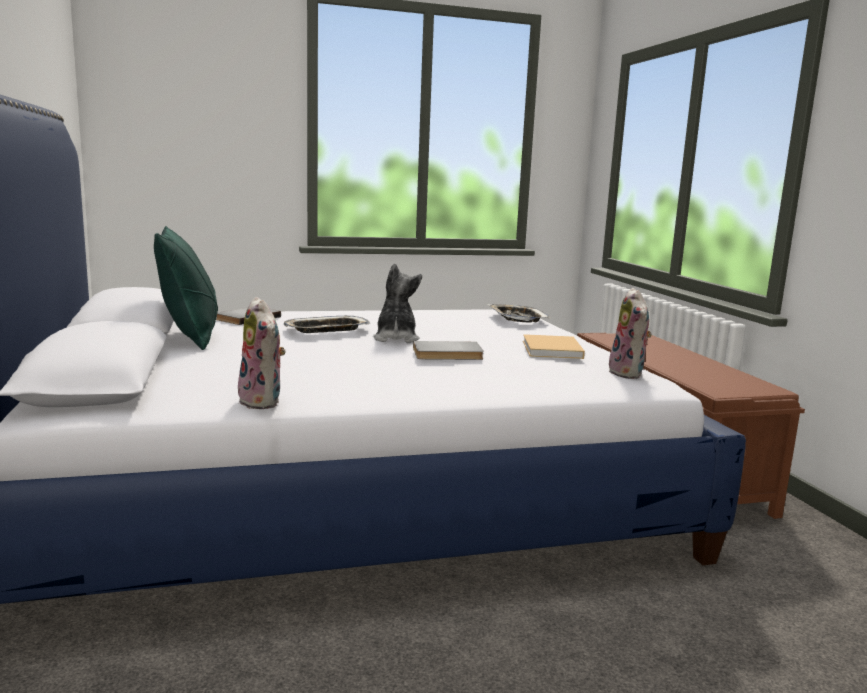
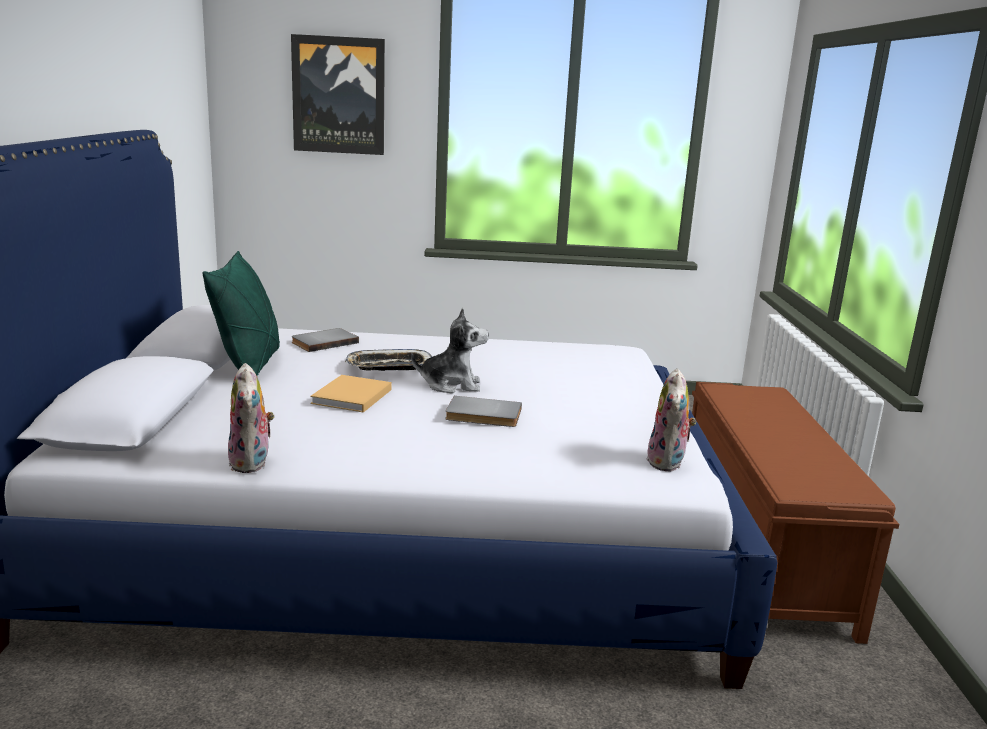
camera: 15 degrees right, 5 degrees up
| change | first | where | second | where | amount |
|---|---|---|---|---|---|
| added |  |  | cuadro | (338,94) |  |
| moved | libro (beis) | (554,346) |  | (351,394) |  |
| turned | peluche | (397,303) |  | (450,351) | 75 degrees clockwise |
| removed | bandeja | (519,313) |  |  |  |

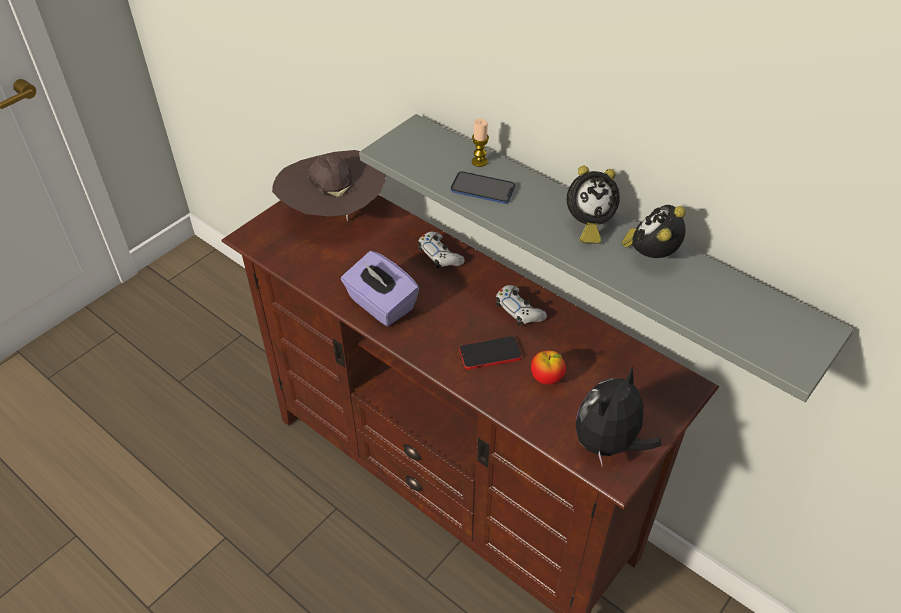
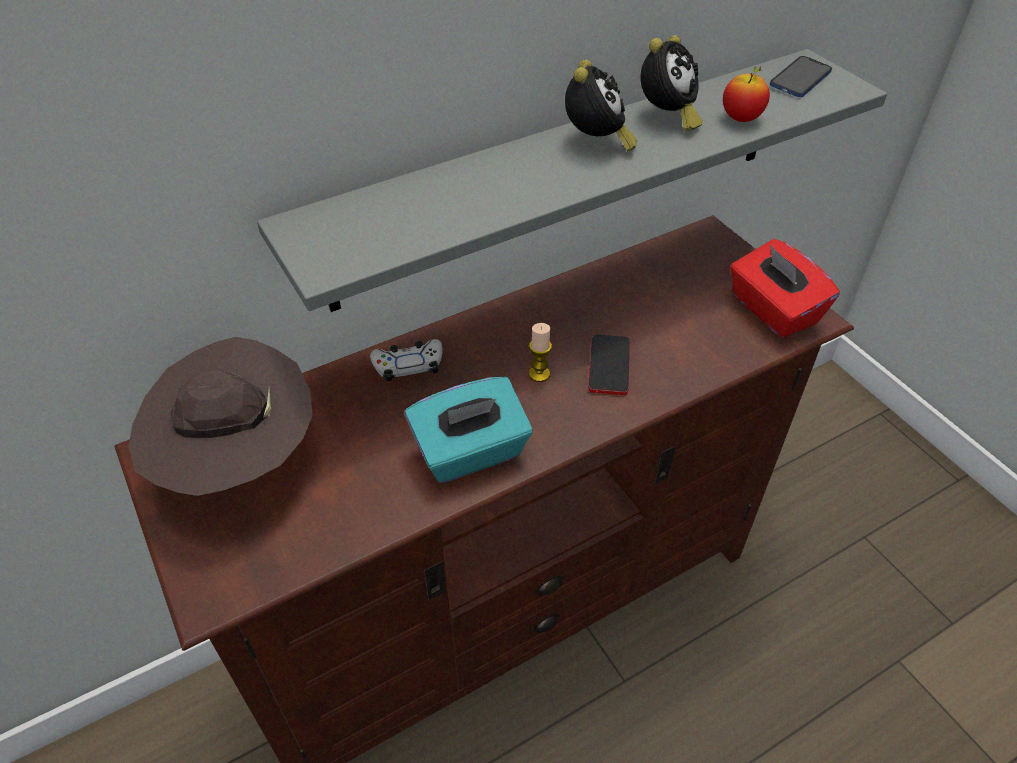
camera: 70 degrees left, 0 degrees up
| change | first | where | second | where | amount |
|---|---|---|---|---|---|
| recoloured | caja de pañuelos (morado) | (380,288) | caja de pañuelos (turquesa) | (469,430) |  |
| moved | vela | (480,143) |  | (540,352) |  |
| turned | despertador | (654,231) |  | (671,83) | 105 degrees counterclockwise |
| moved | manzana | (548,367) |  | (746,93) |  |
| replaced | peluche | (619,417) | caja de pañuelos (rojo) | (785,288) |  |
| moved | móvil | (483,187) |  | (801,76) |  |
| removed | mando de consola (blanco) | (521,305) |  |  |  |

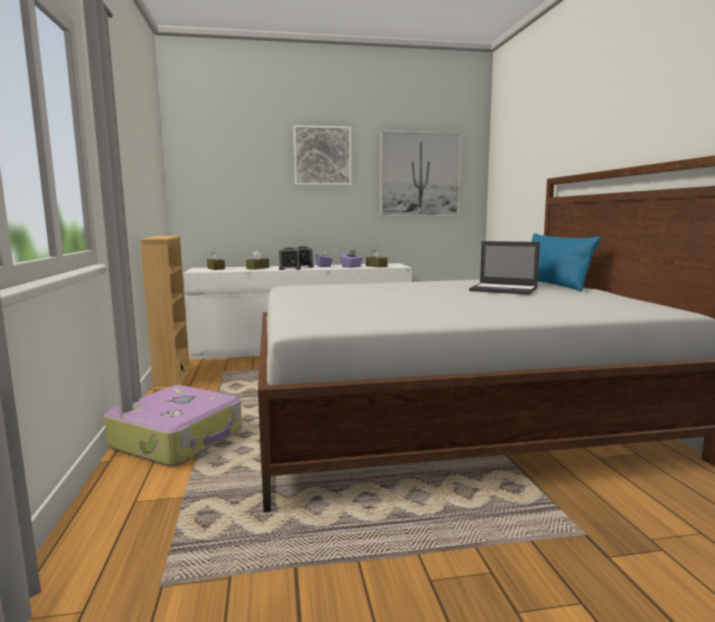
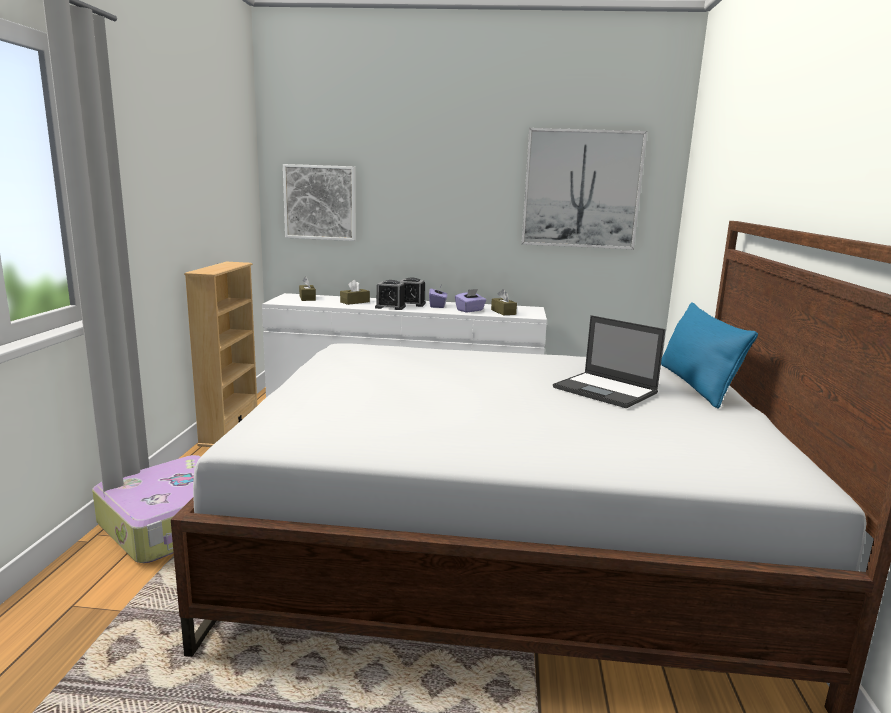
camera: 15 degrees right, 5 degrees up
| change | first | where | second | where | amount |
|---|---|---|---|---|---|
| moved | cuadro | (322,155) |  | (319,202) |  |

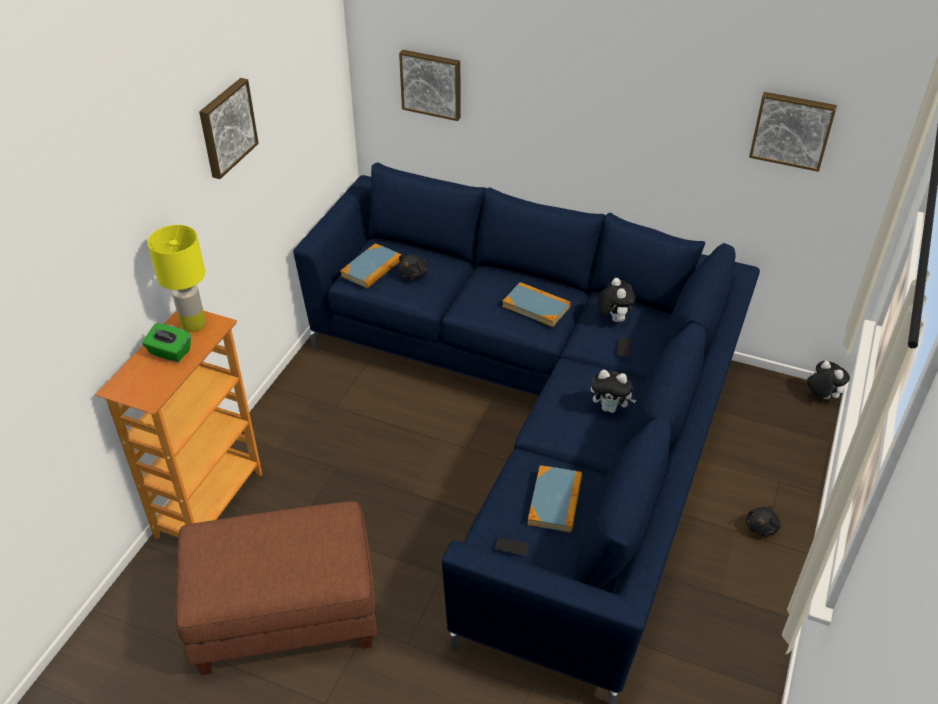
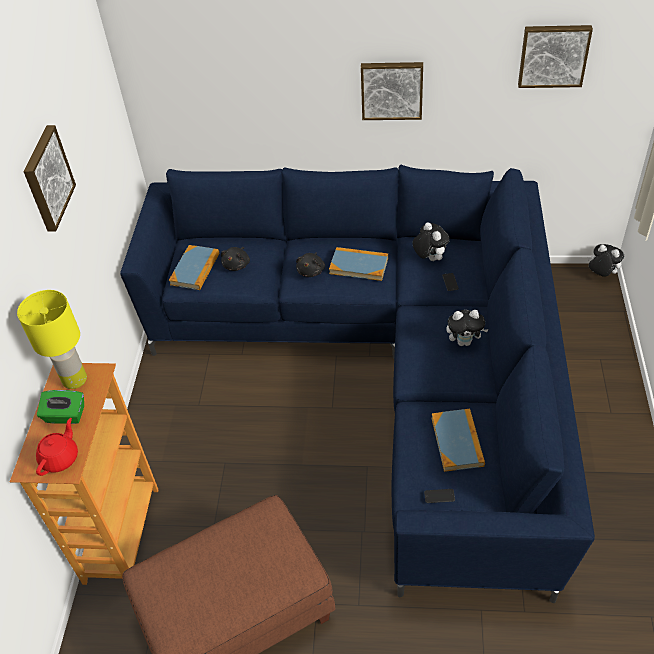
camera: 15 degrees left, 5 degrees up
| change | first | where | second | where | amount |
|---|---|---|---|---|---|
| added |  |  | tetera (rojo) | (57,447) |  |
| moved | peluche (negro) | (763,521) |  | (310,264) |  |
| moved | cuadro | (430,85) |  | (392,91) |  |

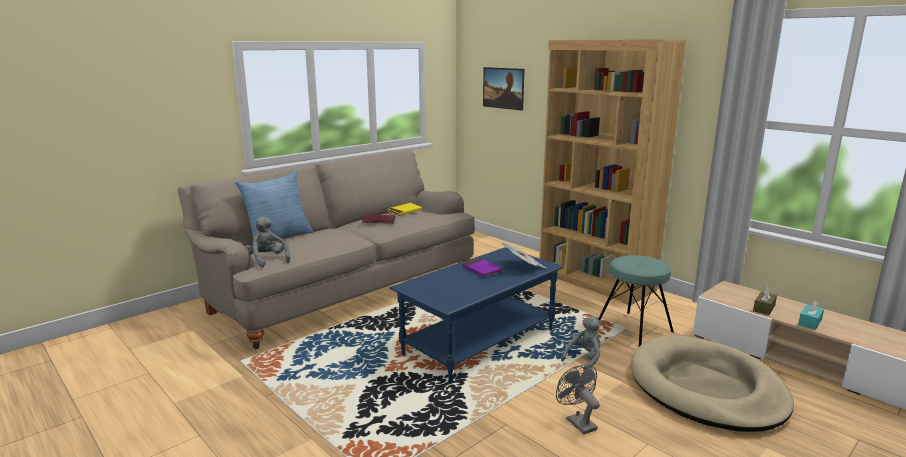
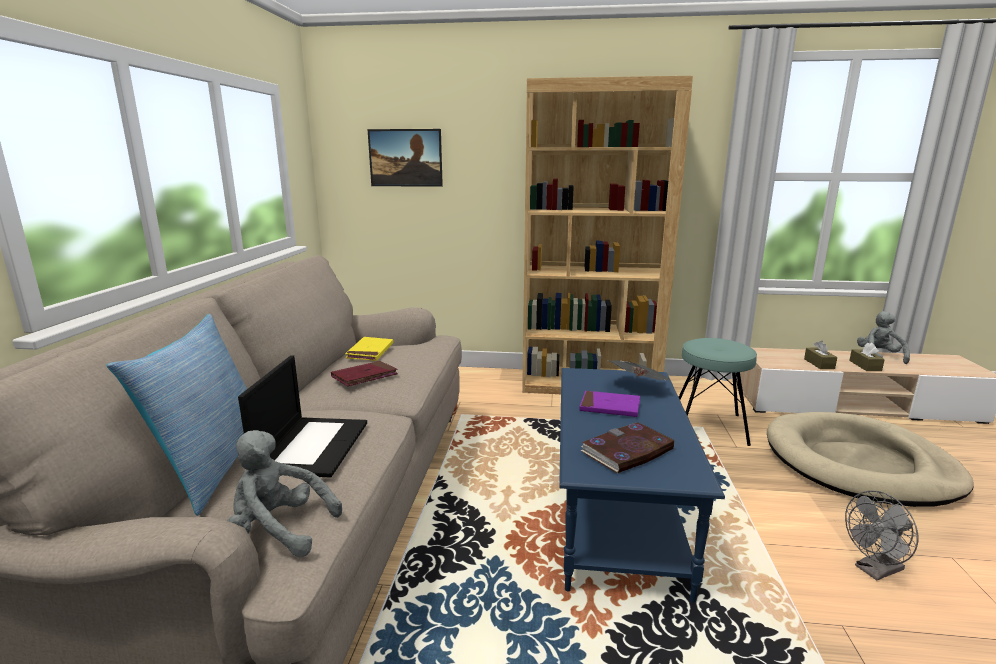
camera: 40 degrees left, 0 degrees up
| change | first | where | second | where | amount |
|---|---|---|---|---|---|
| added |  |  | portátil | (302,416) |  |
| added |  |  | libro | (627,447) |  |
| turned | ventilador (gris) | (578,399) |  | (881,535) | 45 degrees counterclockwise |
| recoloured | caja de pañuelos (turquesa) | (811,315) | caja de pañuelos (marrón) | (867,357) |  |
| moved | peluche (gris) | (581,342) |  | (883,337) |  |

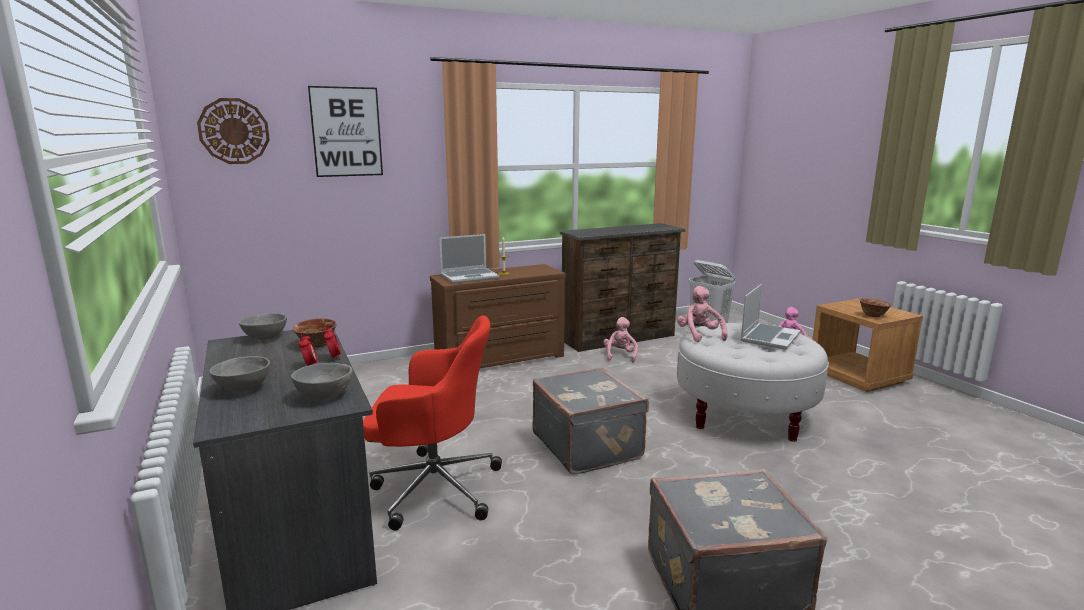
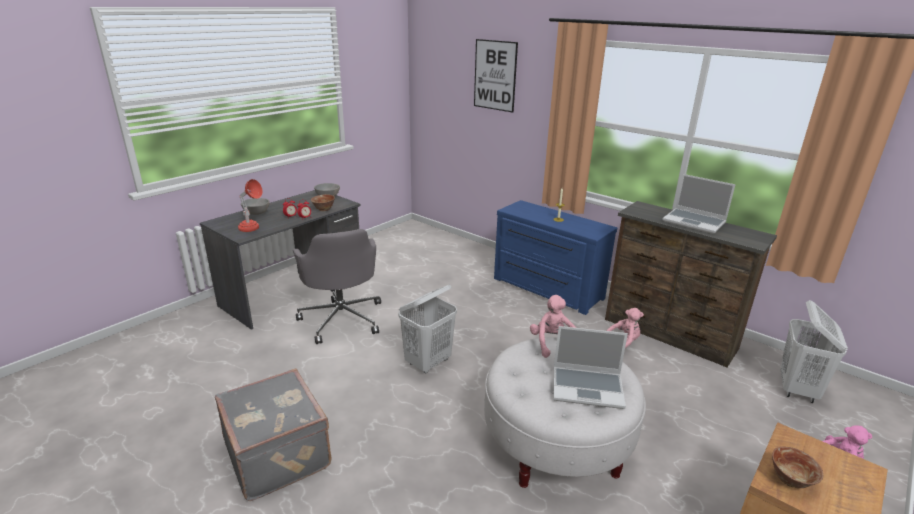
camera: 65 degrees right, 10 degrees up
| change | first | where | second | where | amount |
|---|---|---|---|---|---|
| replaced | cuenco (gris) | (322,381) | lámpara de mesa (rojo) | (250,205) |  |
| recoloured | silla de oficina (rojo) | (432,423) | silla de oficina (gris) | (337,286) |  |
| replaced | maleta (gris) | (591,420) | cesto de la ropa (blanco) | (428,329) |  |
| recoloured | cómoda (marrón) | (498,316) | cómoda (azul) | (555,257) |  |
| turned | peluche (rosa) | (702,314) |  | (553,326) | 60 degrees counterclockwise |
| moved | portátil | (469,258) |  | (699,204) |  |
| removed | reloj de pared | (233,131) |  |  |  |

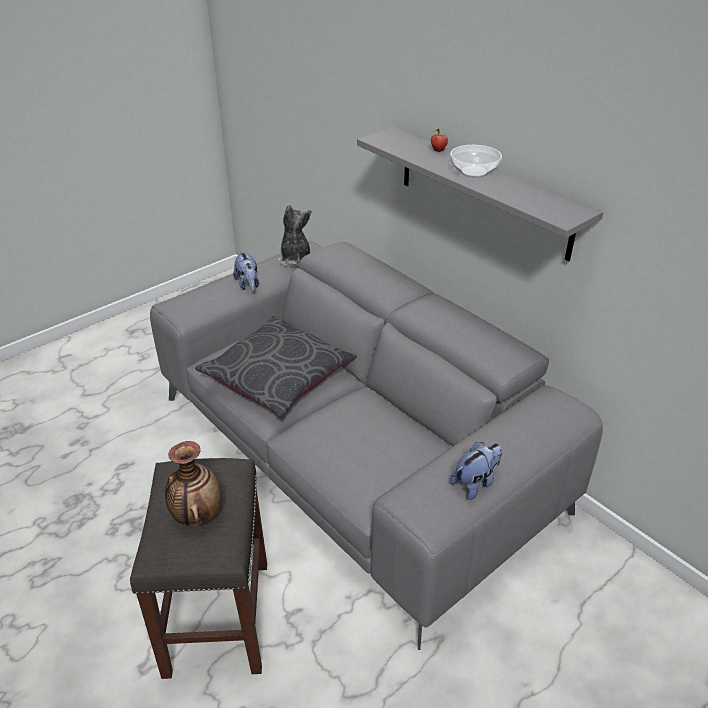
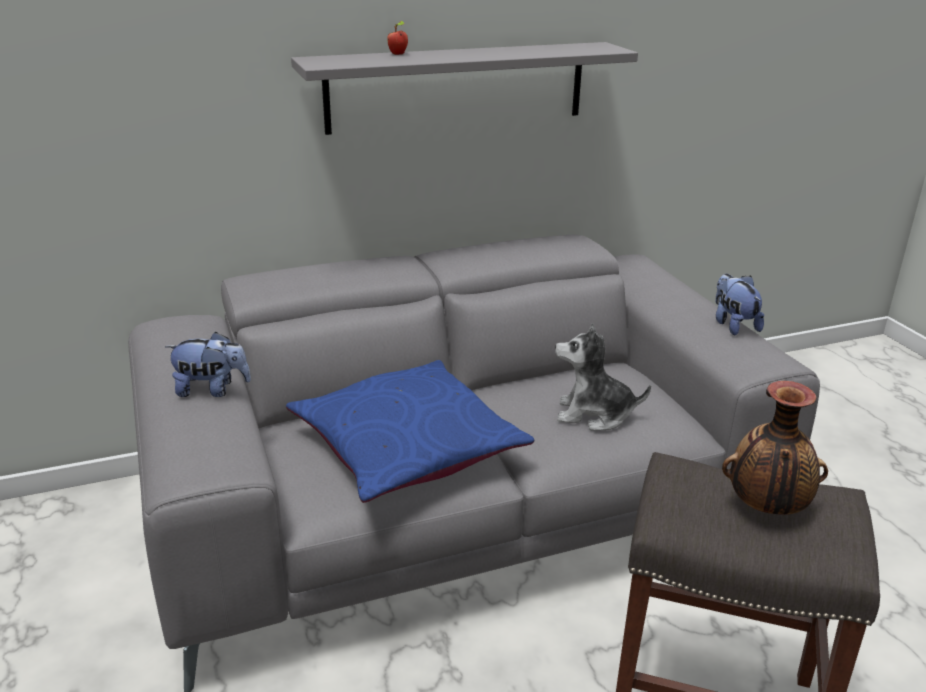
camera: 70 degrees left, 10 degrees down
| change | first | where | second | where | amount |
|---|---|---|---|---|---|
| recoloured | cojín (gris) | (276,367) | cojín (azul) | (410,431) |  |
| moved | peluche | (294,236) |  | (603,377) |  |
| removed | cuenco | (476,161) |  |  |  |

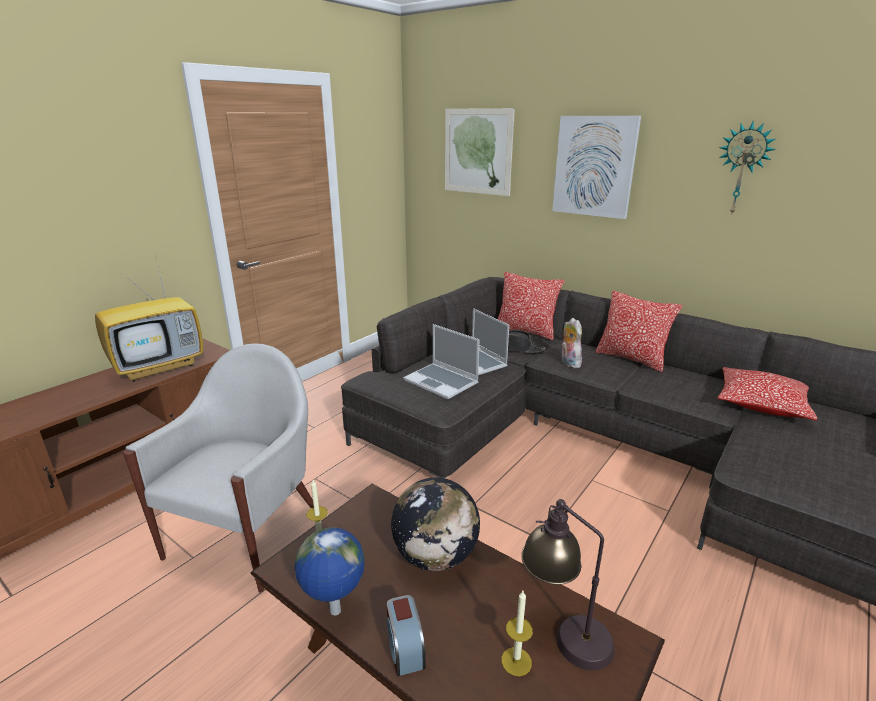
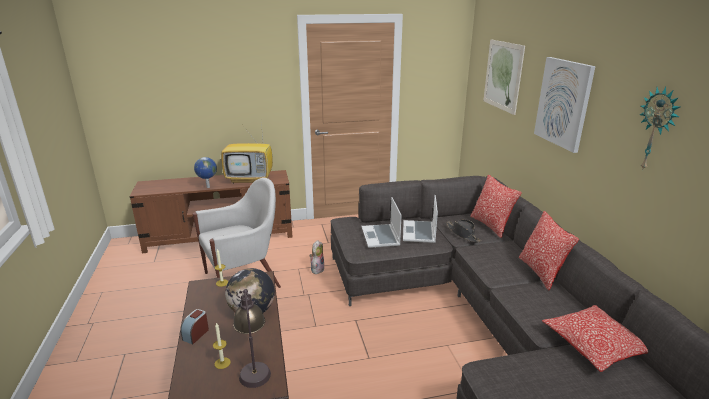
camera: 40 degrees right, 0 degrees up
| change | first | where | second | where | amount |
|---|---|---|---|---|---|
| moved | globo terráqueo | (329,571) |  | (205,172) |  |
| moved | peluche | (572,343) |  | (317,257) |  |

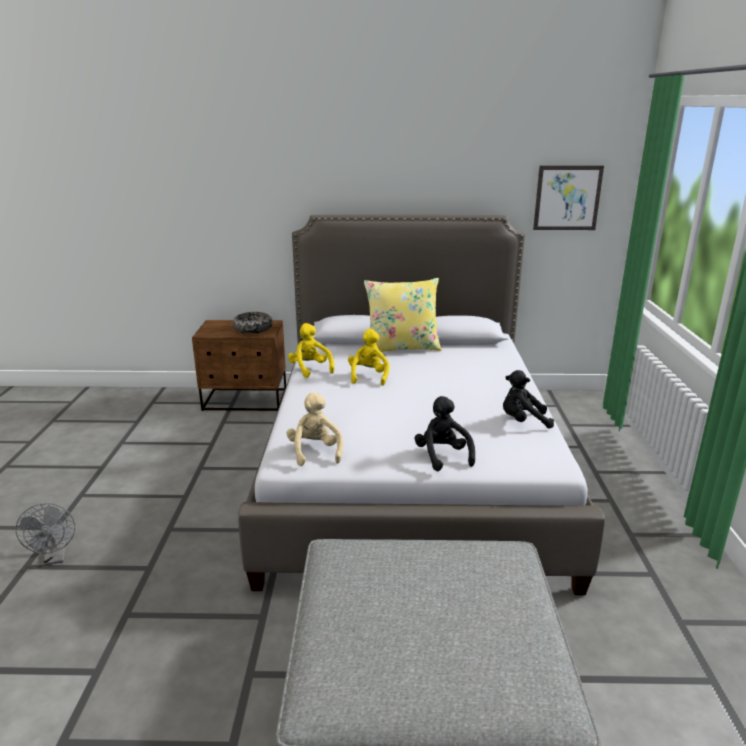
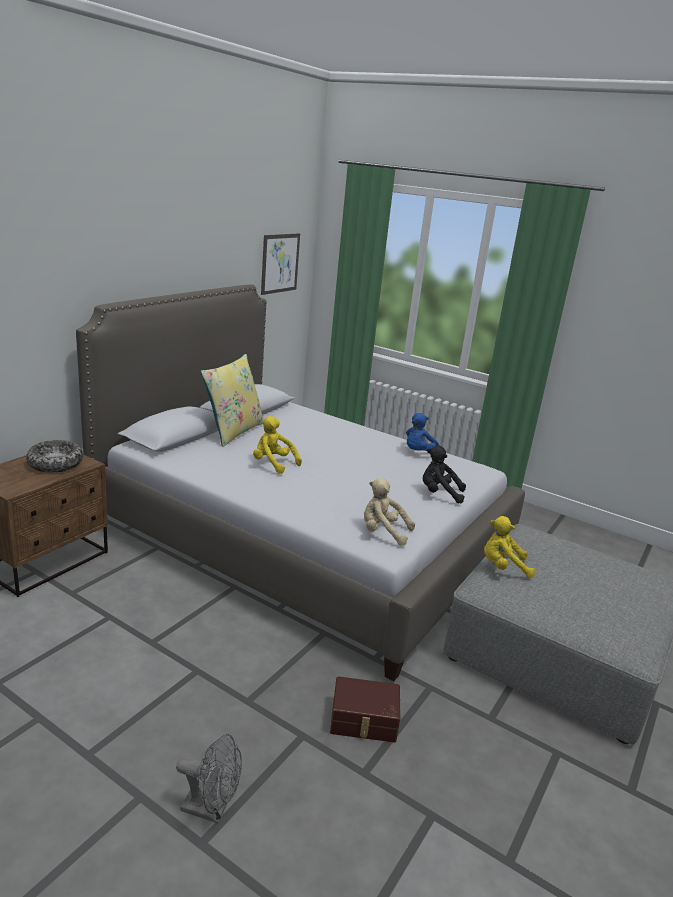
camera: 60 degrees left, 0 degrees up
| change | first | where | second | where | amount |
|---|---|---|---|---|---|
| added |  |  | caja de almacenaje (marrón) | (365,709) |  |
| recoloured | peluche (negro) | (528,399) | peluche (azul) | (423,432) |  |
| moved | peluche (amarillo) | (311,350) |  | (509,547) |  |

